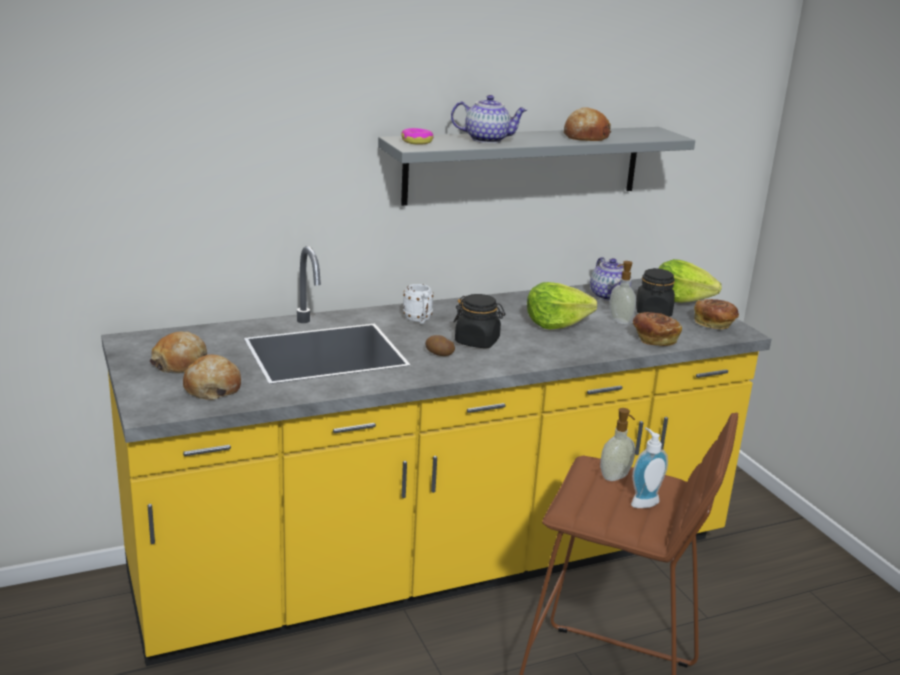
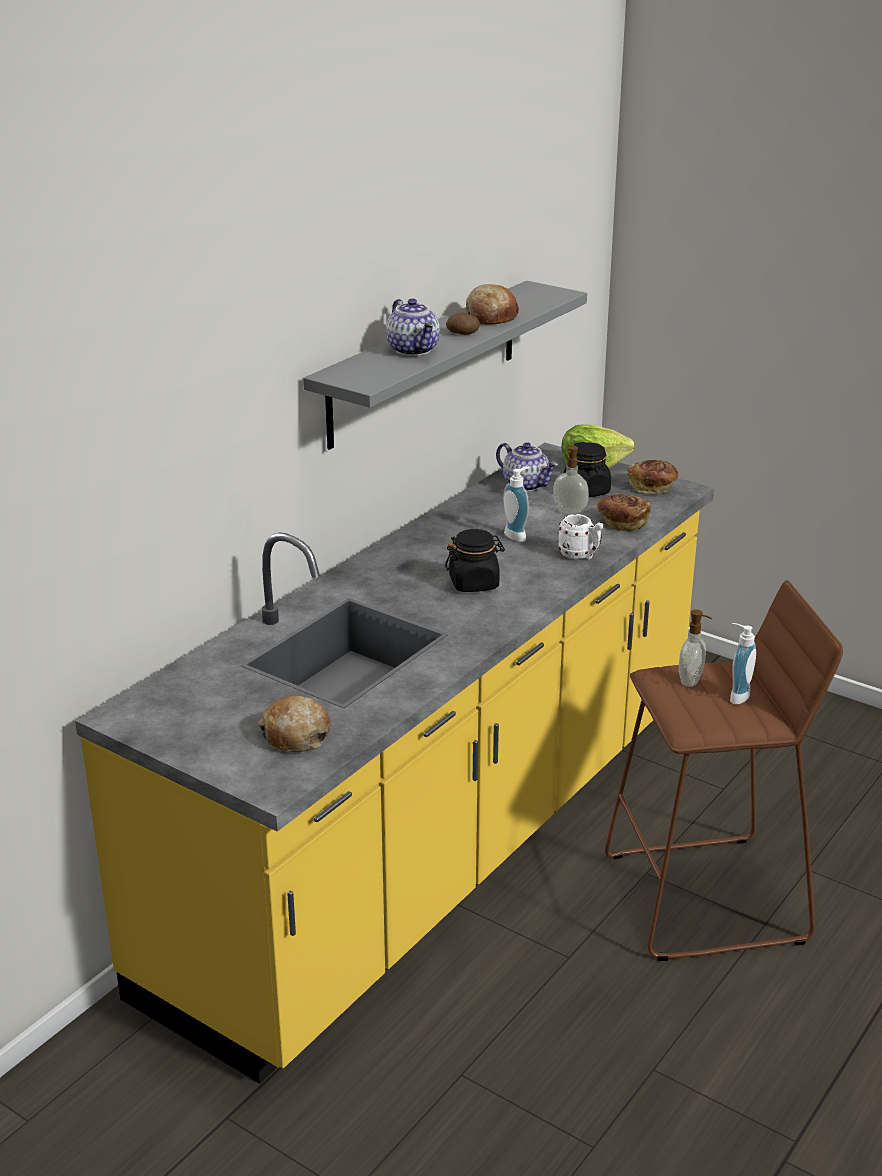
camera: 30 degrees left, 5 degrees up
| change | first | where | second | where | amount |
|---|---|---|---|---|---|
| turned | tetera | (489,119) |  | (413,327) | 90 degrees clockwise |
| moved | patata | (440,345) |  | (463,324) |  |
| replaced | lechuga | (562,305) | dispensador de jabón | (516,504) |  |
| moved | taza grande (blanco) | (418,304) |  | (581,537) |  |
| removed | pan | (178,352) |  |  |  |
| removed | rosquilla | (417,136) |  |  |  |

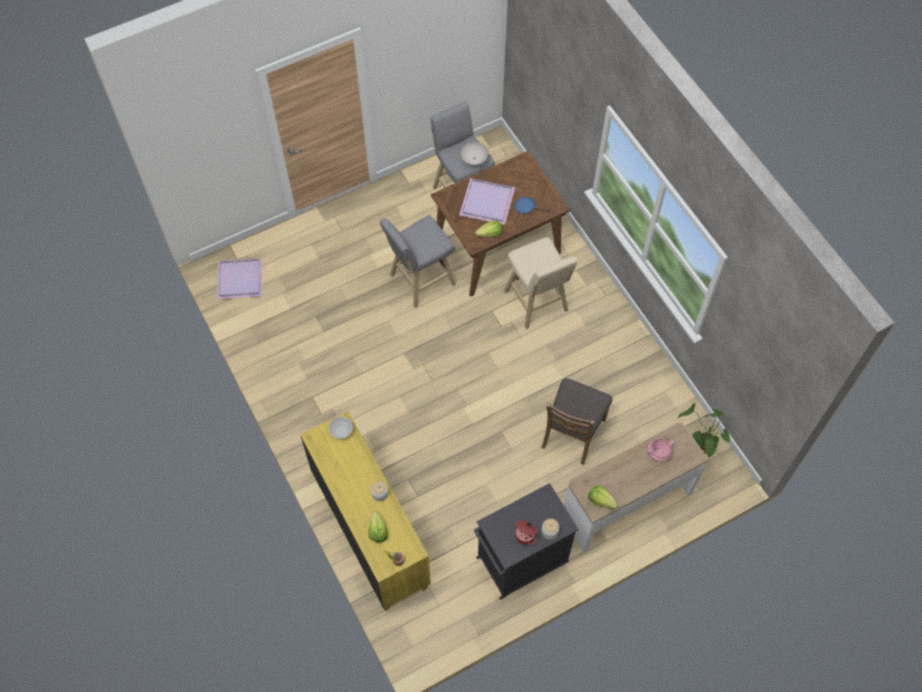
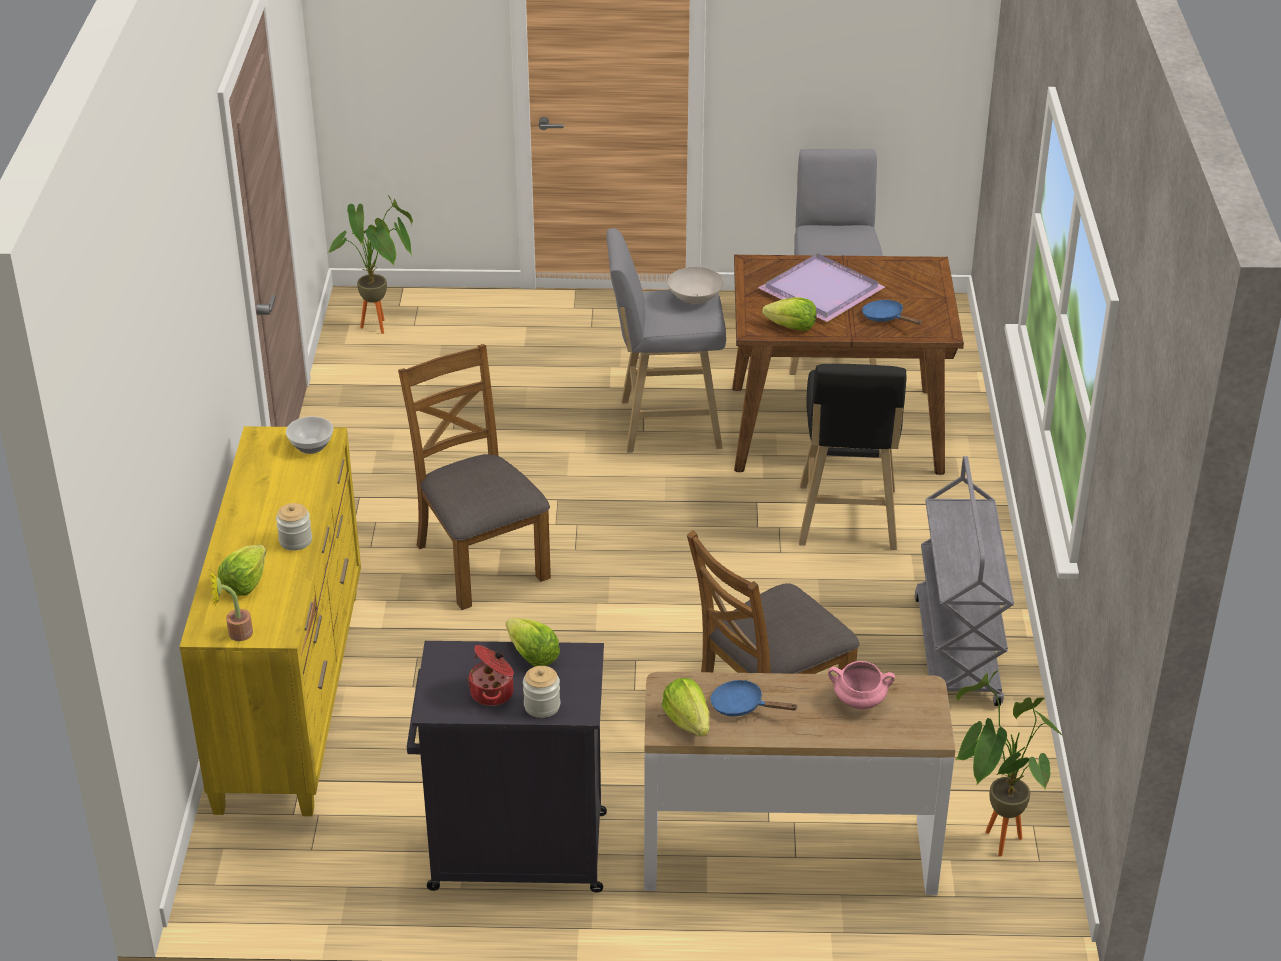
camera: 30 degrees right, 25 degrees down
| change | first | where | second | where | amount |
|---|---|---|---|---|---|
| replaced | bandeja (morado) | (239,278) | planta en maceta | (370,264) |  |
| added |  |  | silla (marrón) | (474,477) |  |
| added |  |  | lechuga | (533,642) |  |
| moved | cuenco (blanco) | (474,154) |  | (696,285) |  |
| added |  |  | sartén (azul) | (754,698) |  |
| recoloured | taburete (beis) | (540,283) | taburete (negro) | (852,457) |  |
| added |  |  | carrito (gris) | (964,581) |  |

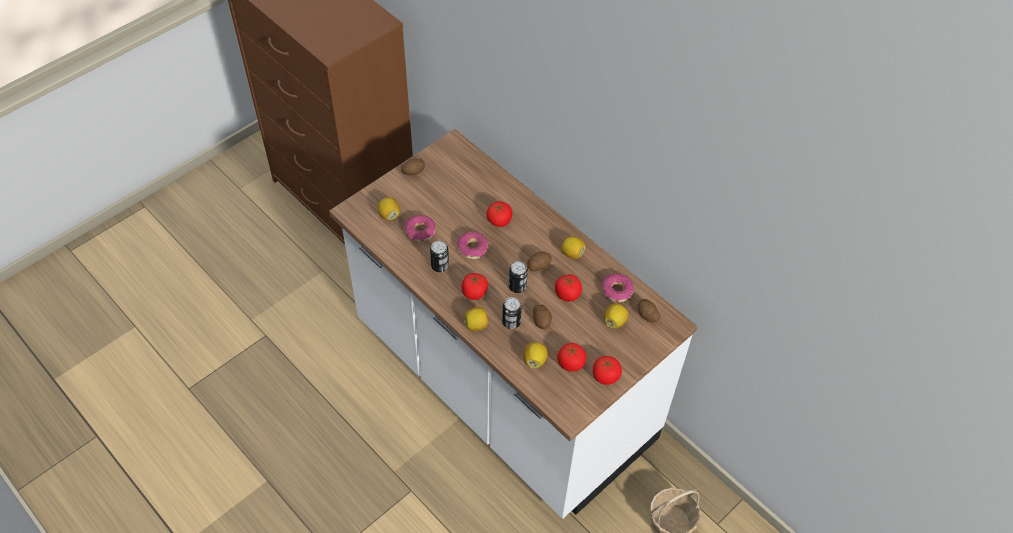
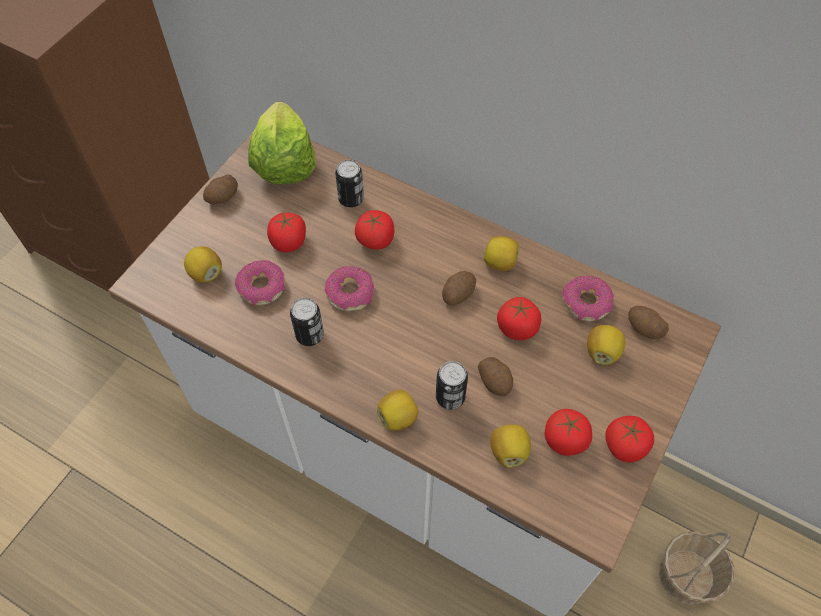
camera: 15 degrees left, 5 degrees up
| change | first | where | second | where | amount |
|---|---|---|---|---|---|
| added |  |  | lechuga | (282,143) |  |
| moved | tomate | (474,286) |  | (286,232) |  |
| moved | lata | (518,277) |  | (349,184) |  |

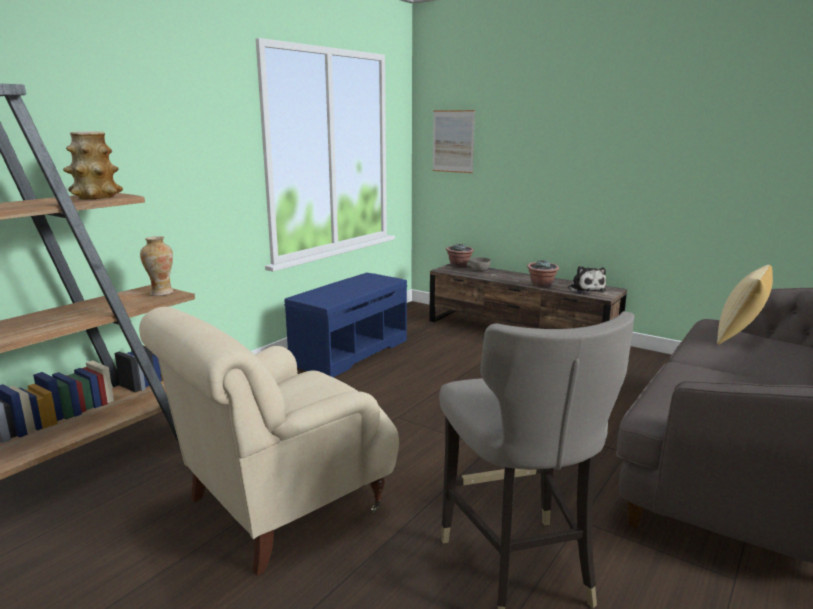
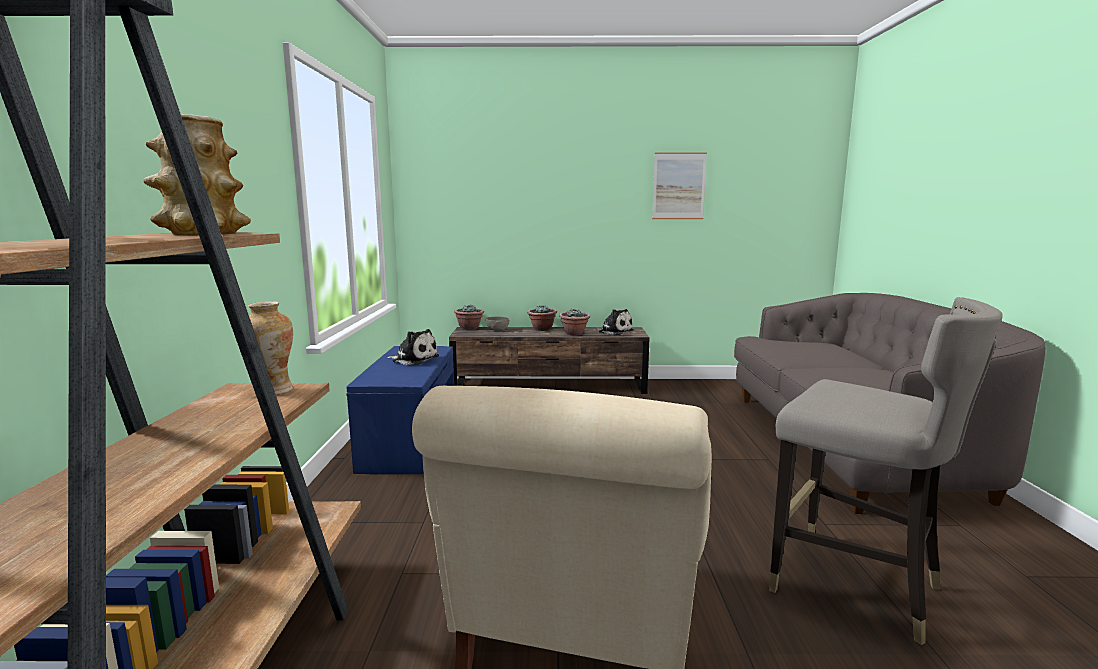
camera: 35 degrees left, 5 degrees down
| change | first | where | second | where | amount |
|---|---|---|---|---|---|
| added |  |  | peluche | (413,347) |  |
| added |  |  | planta en maceta | (542,318) |  |
| moved | cuadro | (453,141) |  | (679,185) |  |
| removed | cojín | (745,305) |  |  |  |

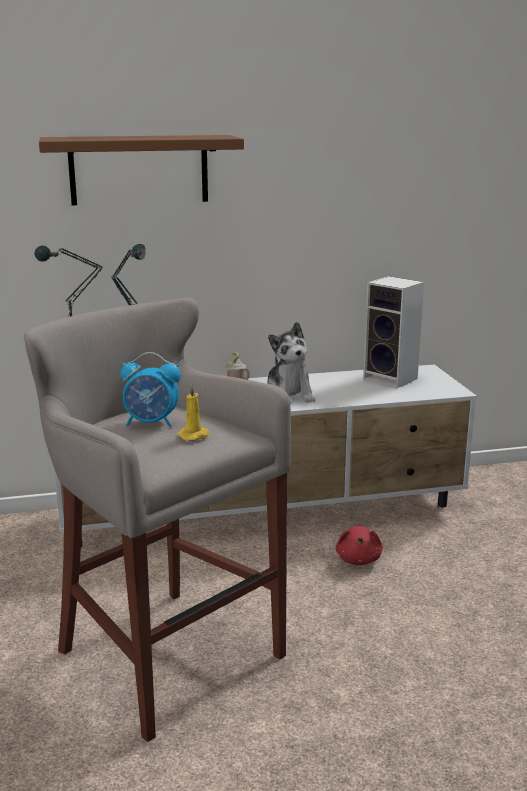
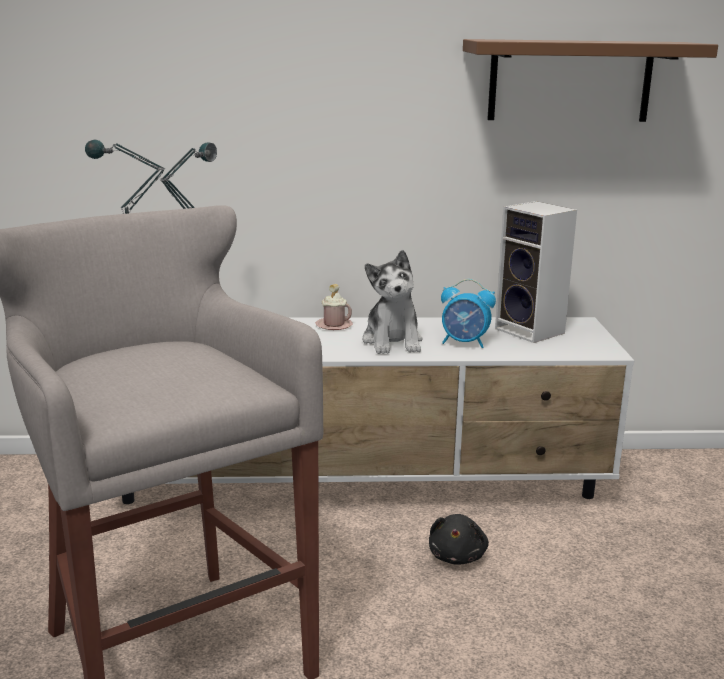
camera: 10 degrees right, 0 degrees up
| change | first | where | second | where | amount |
|---|---|---|---|---|---|
| recoloured | peluche (rojo) | (359,545) | peluche (negro) | (459,539) |  |
| moved | despertador | (150,390) |  | (468,313) |  |
| moved | estante (marrón) | (141,170) |  | (590,80) |  |
| removed | vela (amarillo) | (194,412) |  |  |  |

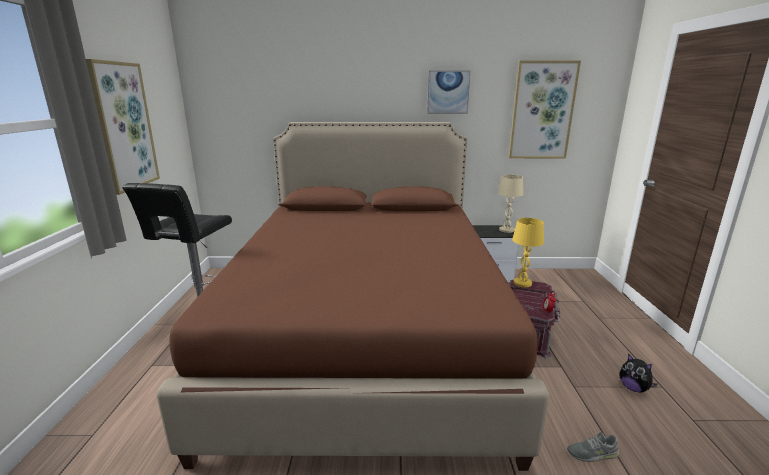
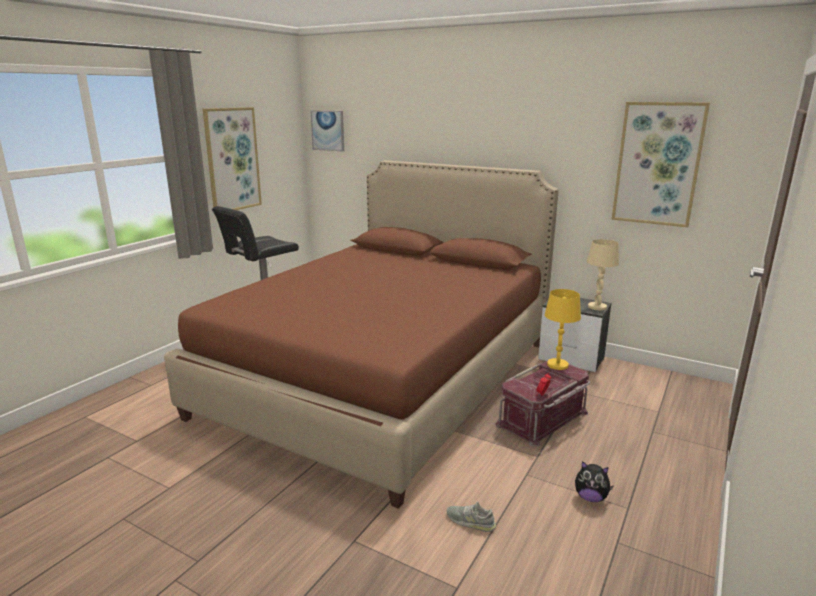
camera: 30 degrees right, 0 degrees up
| change | first | where | second | where | amount |
|---|---|---|---|---|---|
| moved | cuadro | (448,92) |  | (327,130) |  |
| turned | peluche | (638,373) |  | (594,481) | 60 degrees counterclockwise |

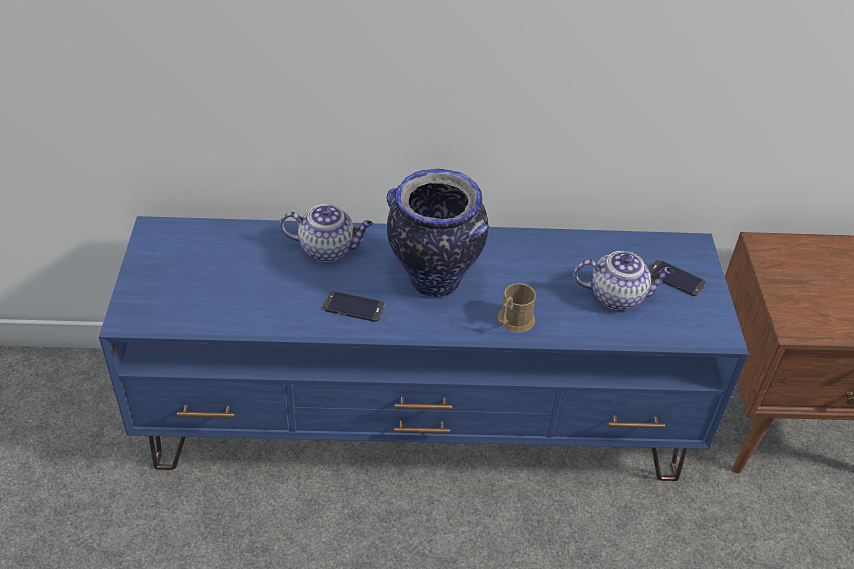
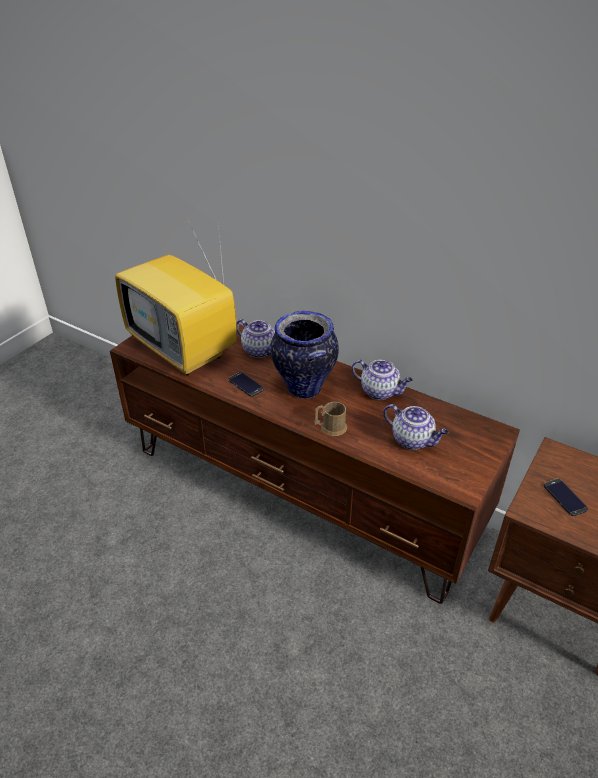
camera: 35 degrees right, 5 degrees down
| change | first | where | second | where | amount |
|---|---|---|---|---|---|
| recoloured | mueble de televisión (azul) | (424,348) | mueble de televisión (marrón) | (315,464) |  |
| added |  |  | televisor | (176,297) |  |
| added |  |  | tetera | (382,380) |  |
| moved | móvil | (677,277) |  | (566,497) |  |

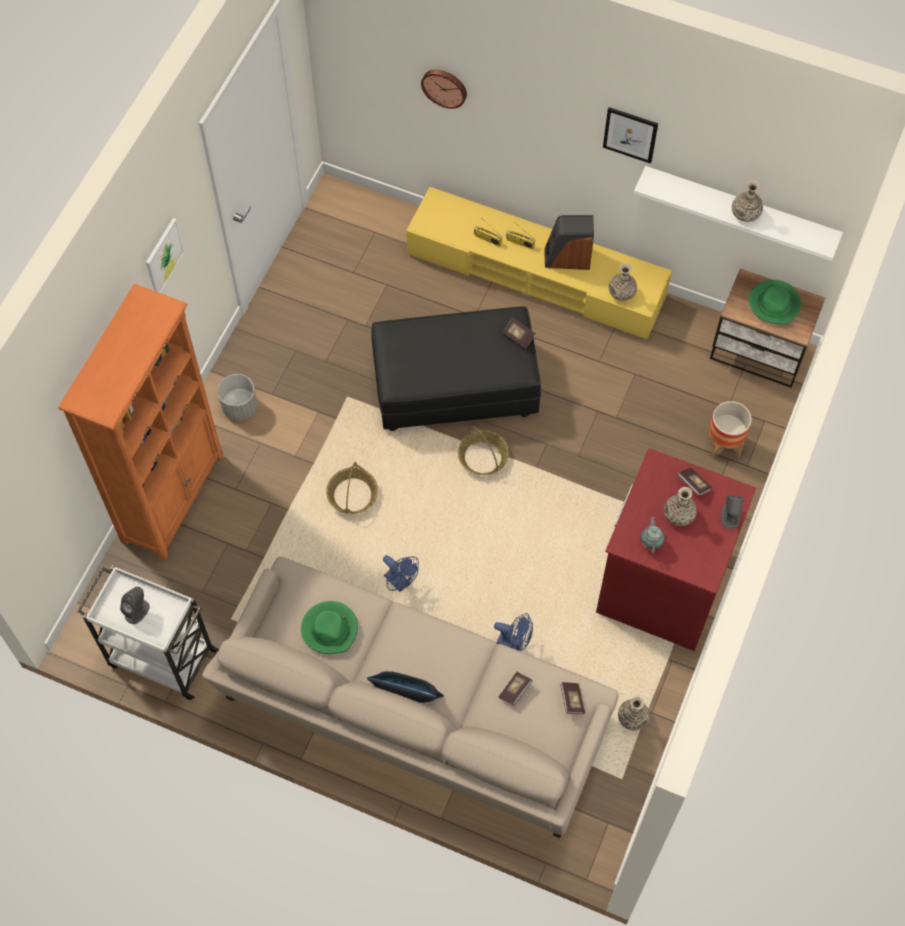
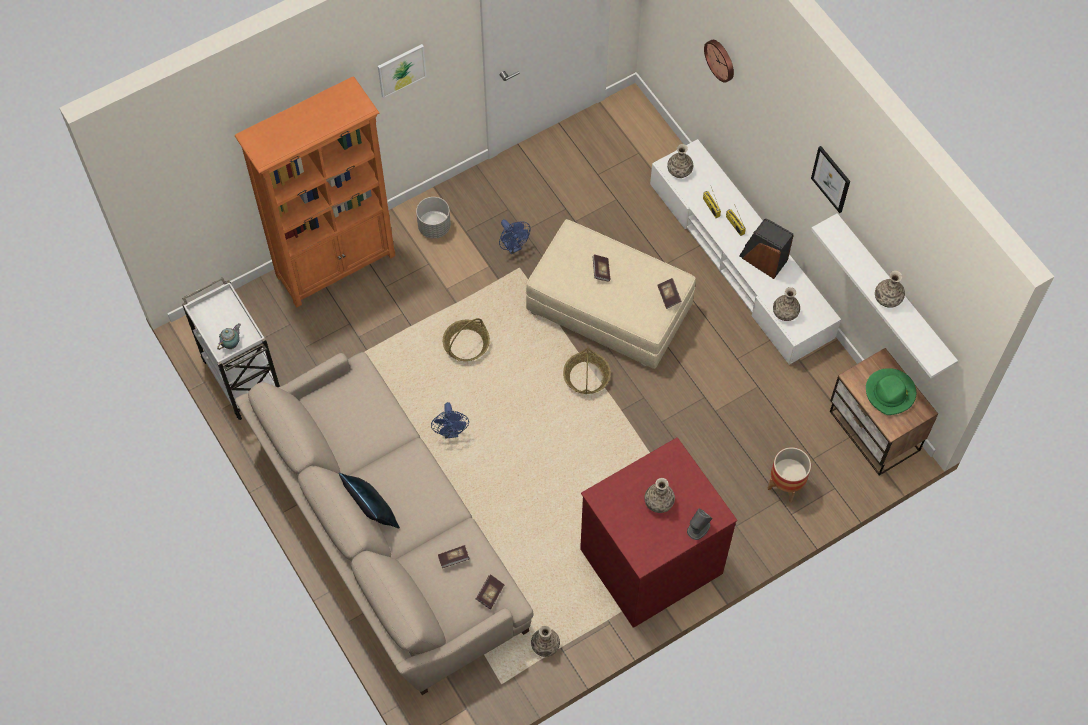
camera: 35 degrees right, 0 degrees up
| change | first | where | second | where | amount |
|---|---|---|---|---|---|
| moved | tetera | (653,535) |  | (229,336) |  |
| moved | ventilador (azul) | (513,632) |  | (514,237) |  |
| recoloured | puf (negro) | (456,368) | puf (beis) | (611,294) |  |
| moved | libro | (695,481) |  | (602,268) |  |
| recoloured | mueble de televisión (amarillo) | (539,263) | mueble de televisión (blanco) | (745,251) |  |
| added |  |  | florero | (680,161) |  |
| removed | altavoz (gris) | (135,605) |  |  |  |
| removed | sombrero (verde) | (329,627) |  |  |  |

